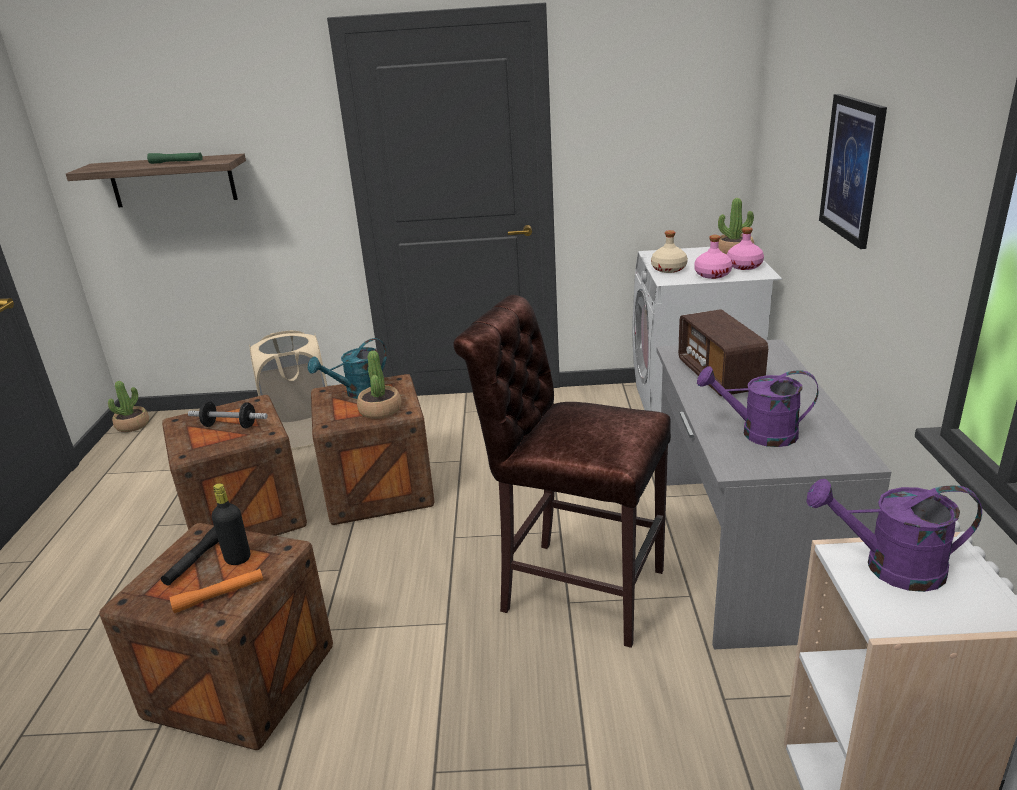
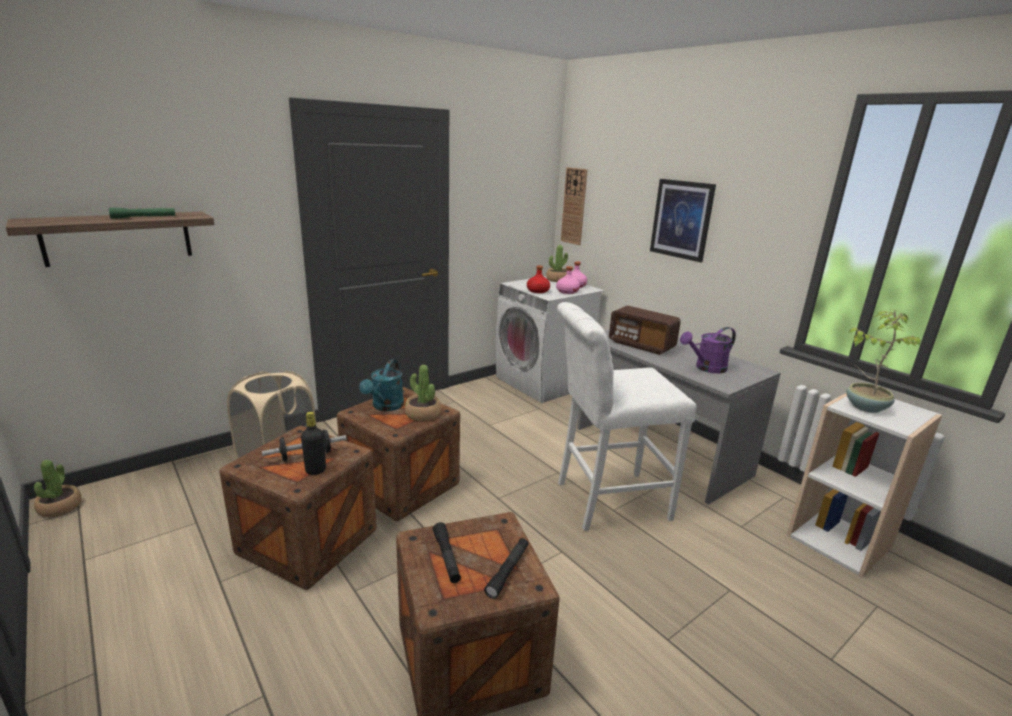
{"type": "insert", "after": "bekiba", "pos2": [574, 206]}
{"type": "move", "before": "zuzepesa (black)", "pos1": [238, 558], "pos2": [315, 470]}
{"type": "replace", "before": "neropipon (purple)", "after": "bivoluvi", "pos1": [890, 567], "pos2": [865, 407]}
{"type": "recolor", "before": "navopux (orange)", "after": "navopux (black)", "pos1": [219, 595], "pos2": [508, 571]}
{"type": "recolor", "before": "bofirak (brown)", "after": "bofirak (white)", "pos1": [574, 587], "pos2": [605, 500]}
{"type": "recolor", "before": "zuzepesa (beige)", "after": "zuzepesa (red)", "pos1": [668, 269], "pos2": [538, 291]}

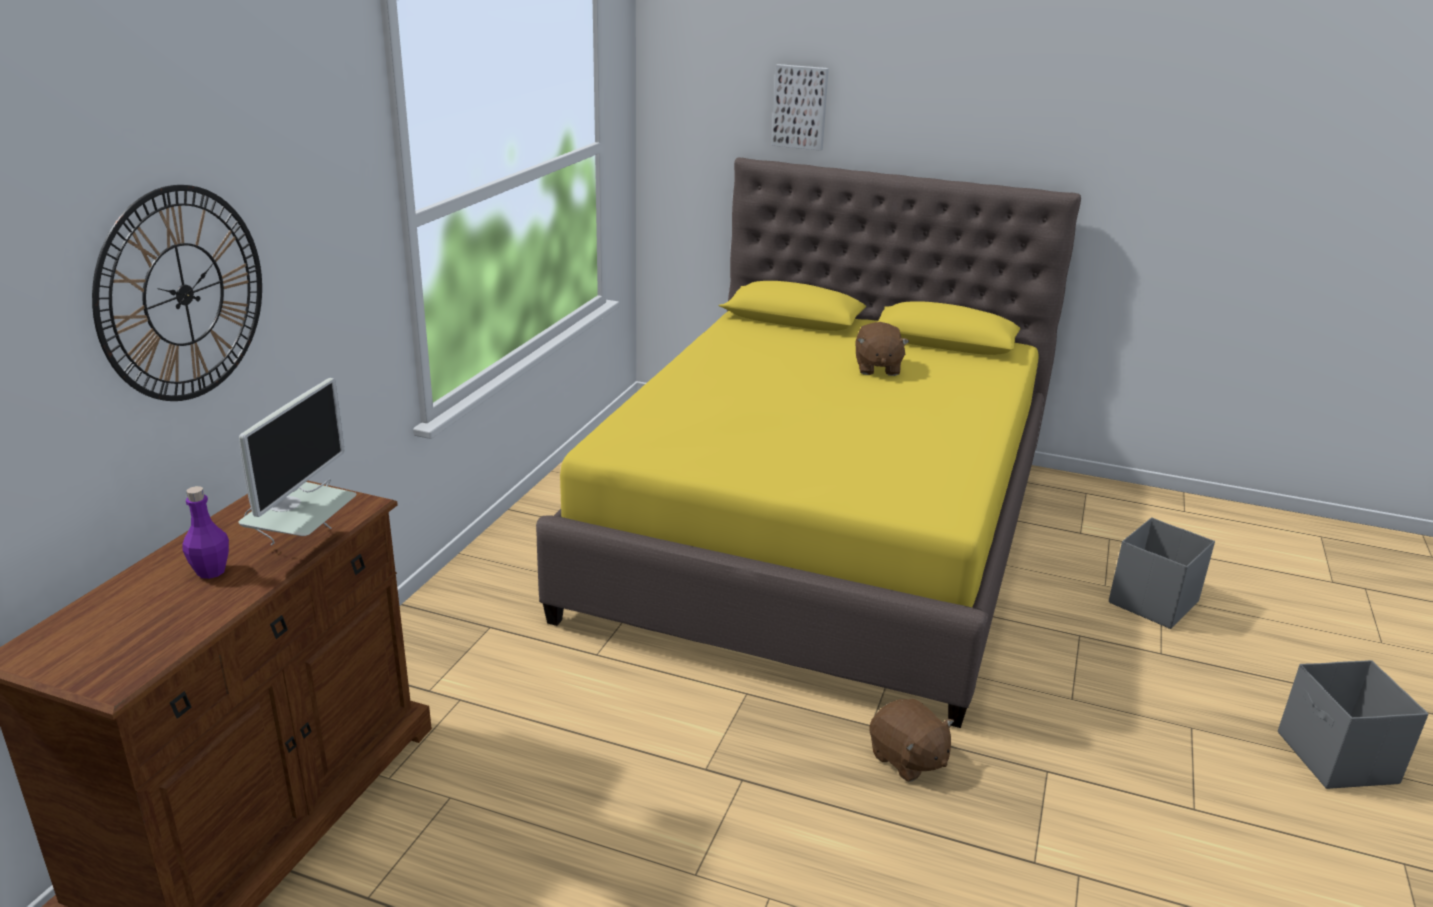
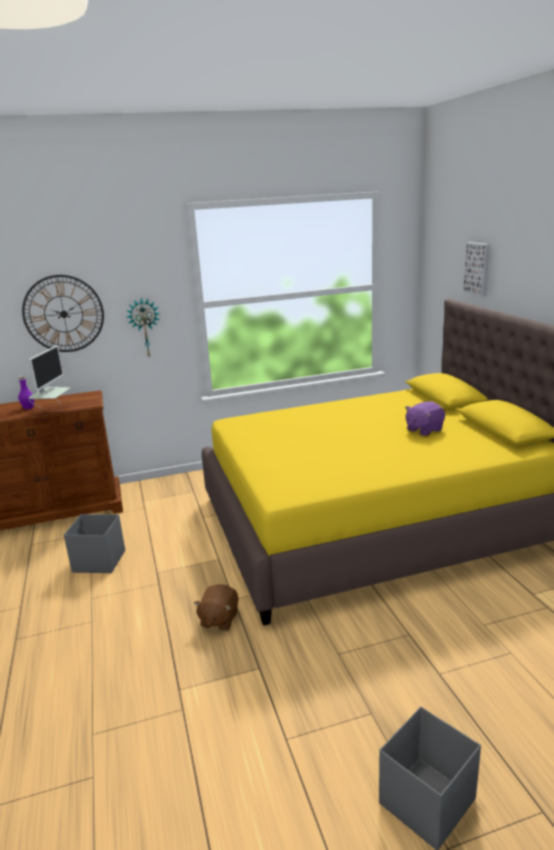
{"type": "insert", "after": "bekiba", "pos2": [145, 328]}
{"type": "move", "before": "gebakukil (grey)", "pos1": [1152, 602], "pos2": [98, 561]}
{"type": "recolor", "before": "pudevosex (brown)", "after": "pudevosex (purple)", "pos1": [877, 368], "pos2": [423, 430]}
{"type": "rotate", "before": "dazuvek", "pos1": [304, 551], "pos2": [52, 410], "turn": -60}

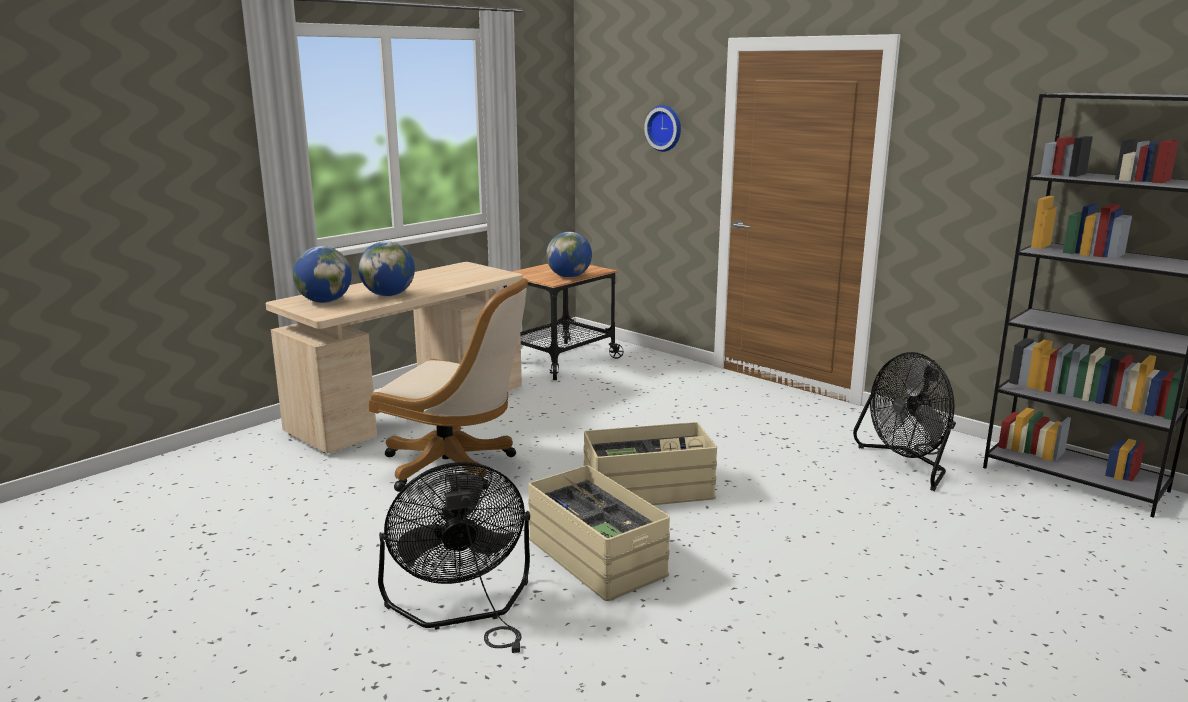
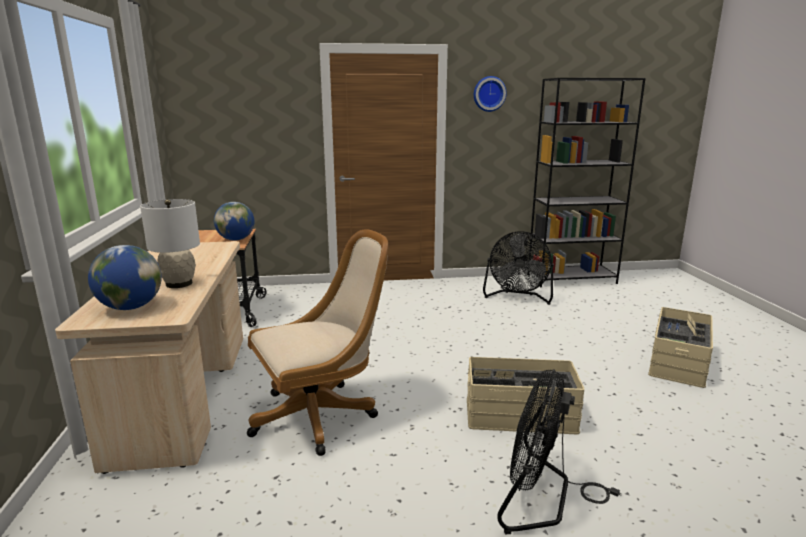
{"type": "move", "before": "gebakukil (beige)", "pos1": [648, 488], "pos2": [677, 361]}
{"type": "move", "before": "bekiba", "pos1": [665, 128], "pos2": [489, 94]}
{"type": "replace", "before": "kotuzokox", "after": "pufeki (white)", "pos1": [388, 295], "pos2": [179, 284]}

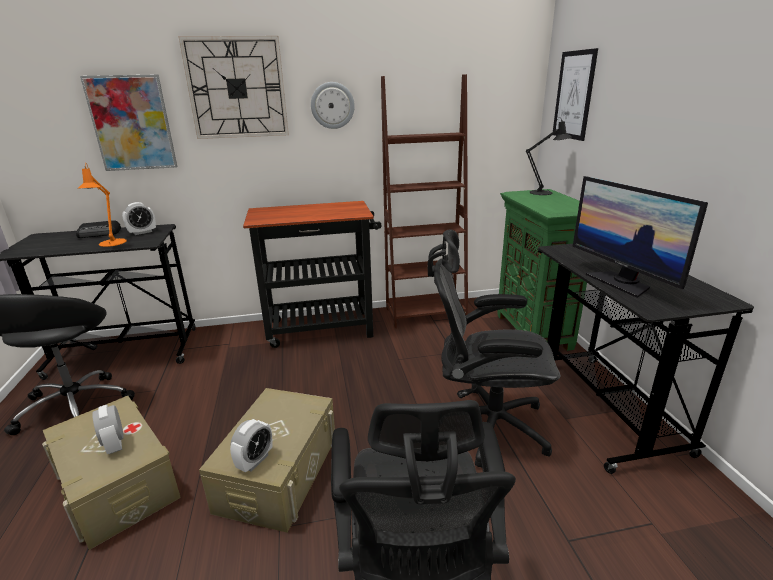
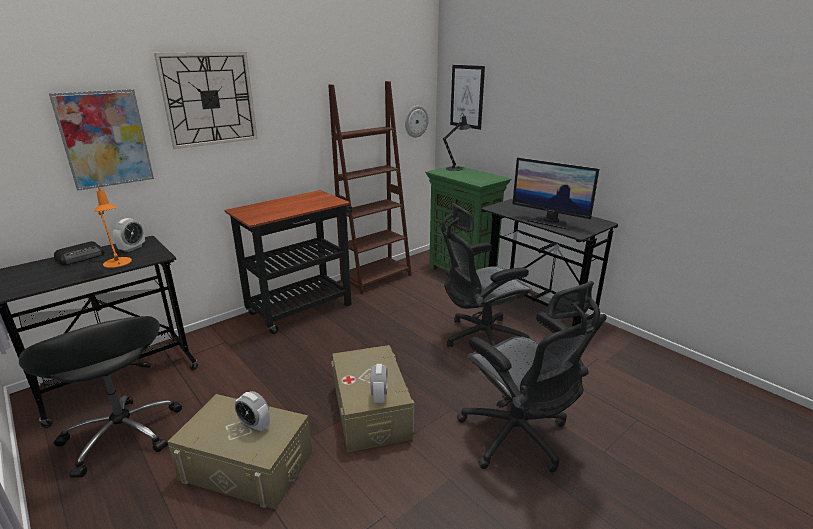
{"type": "move", "before": "bekiba", "pos1": [332, 105], "pos2": [416, 121]}

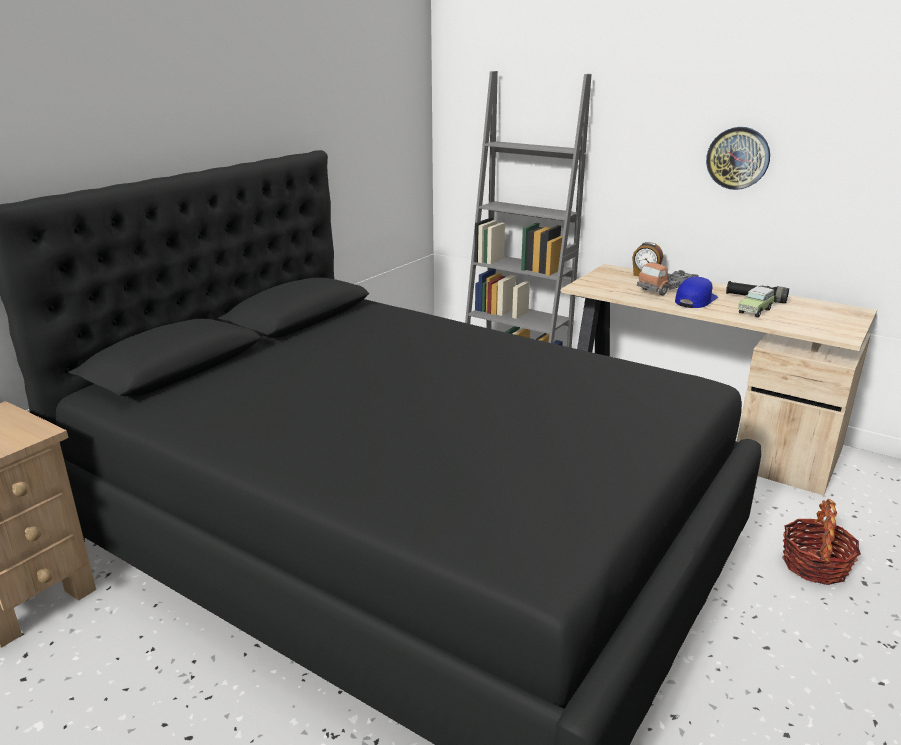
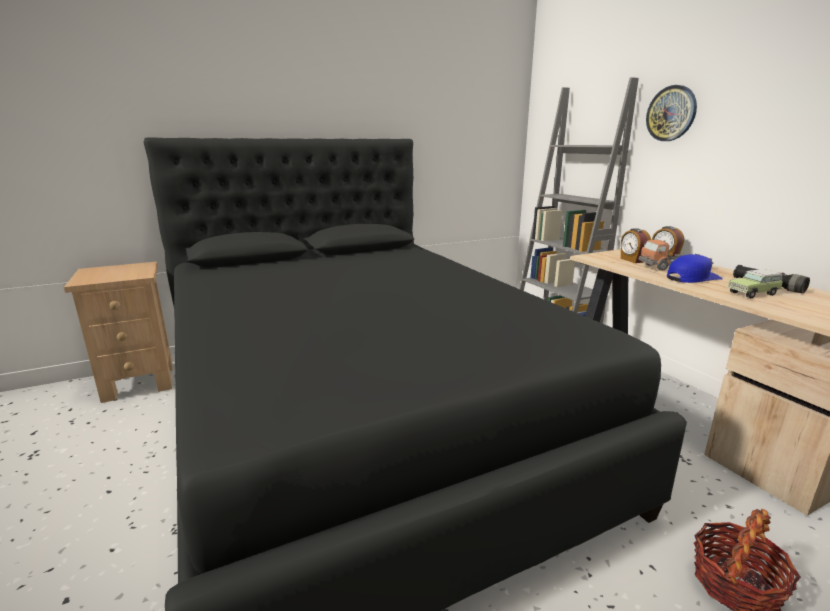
{"type": "insert", "after": "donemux", "pos2": [632, 260]}
{"type": "move", "before": "bekiba", "pos1": [738, 158], "pos2": [671, 113]}

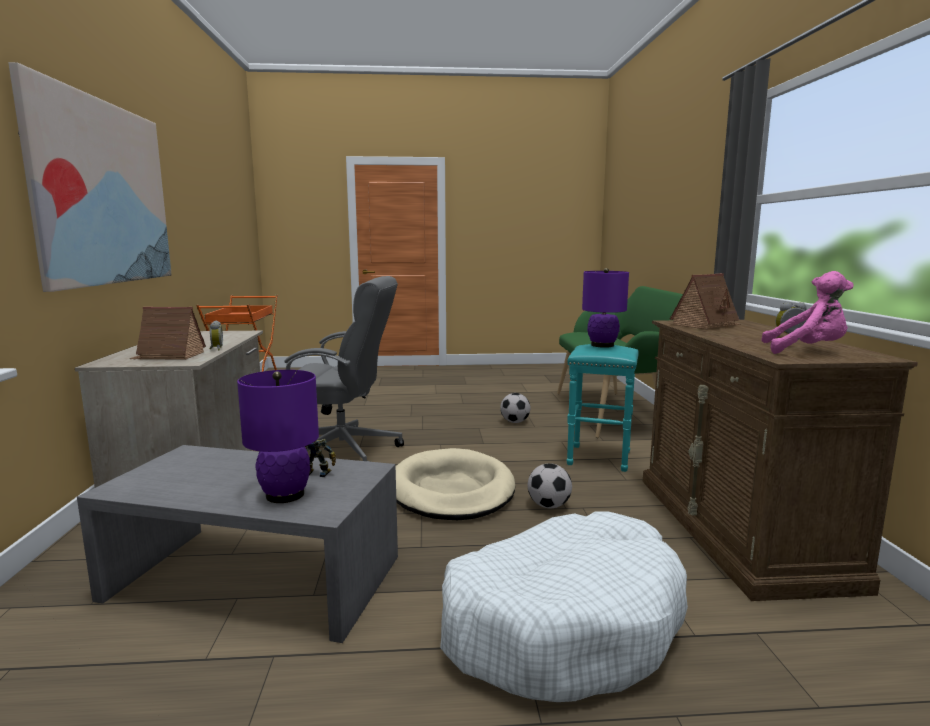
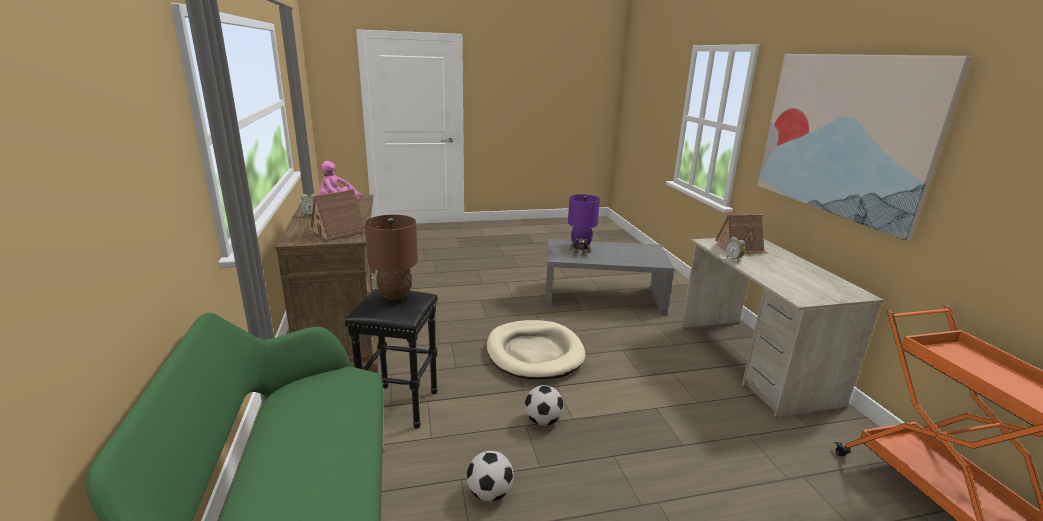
{"type": "delete", "before": "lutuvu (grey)", "pos1": [341, 452]}
{"type": "delete", "before": "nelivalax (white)", "pos1": [562, 623]}
{"type": "move", "before": "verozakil", "pos1": [549, 506], "pos2": [543, 420]}
{"type": "recolor", "before": "bofirak (turquoise)", "after": "bofirak (black)", "pos1": [600, 457], "pos2": [398, 406]}
{"type": "recolor", "before": "pufeki (purple)", "after": "pufeki (brown)", "pos1": [602, 345], "pos2": [395, 297]}

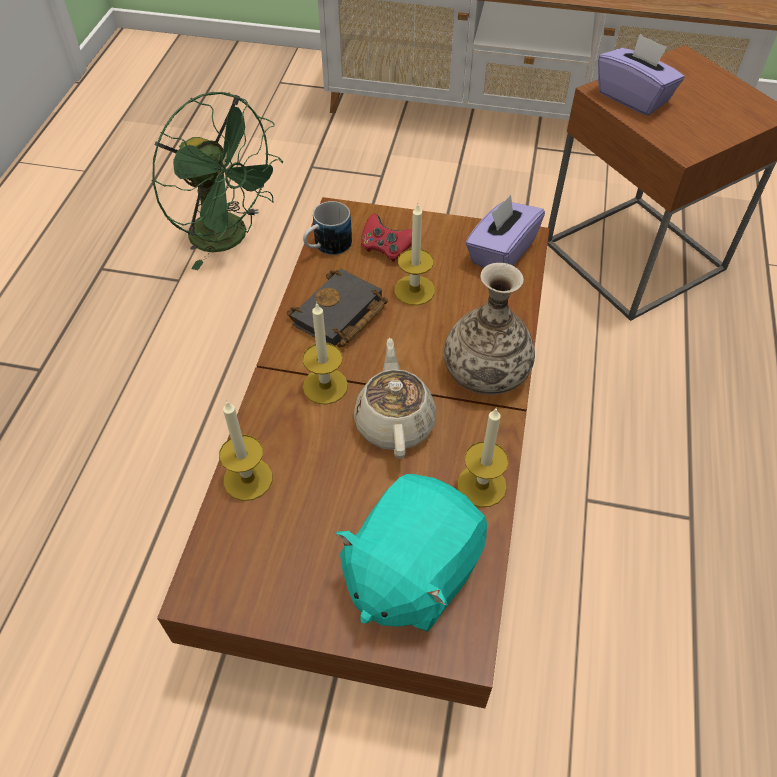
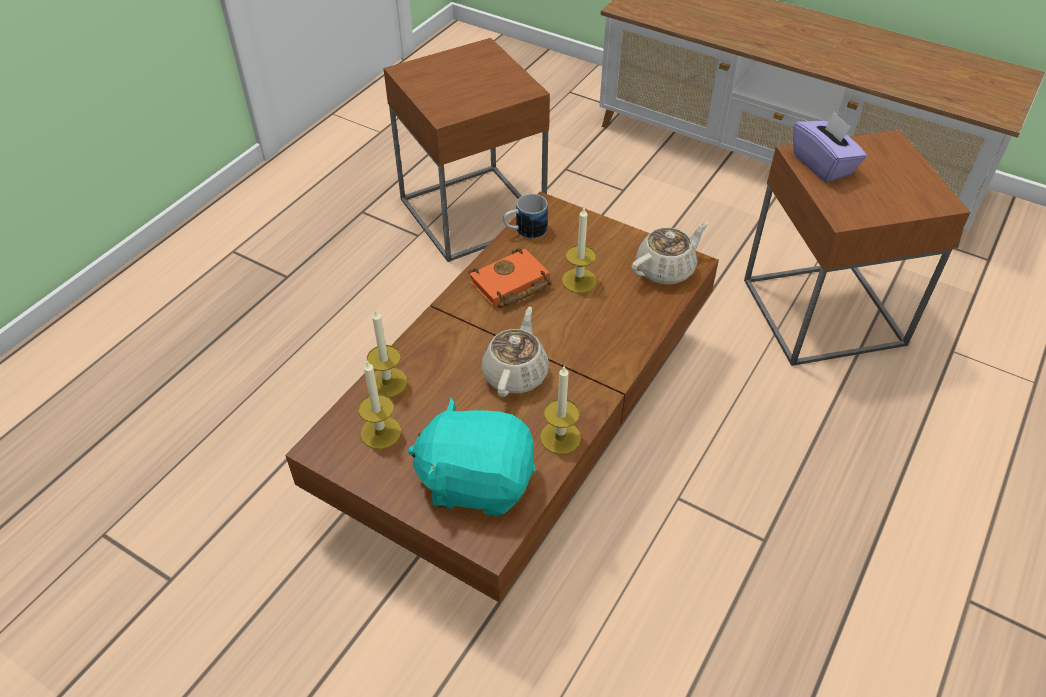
{"type": "delete", "before": "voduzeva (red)", "pos1": [386, 248]}
{"type": "delete", "before": "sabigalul", "pos1": [486, 372]}
{"type": "move", "before": "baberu", "pos1": [325, 386], "pos2": [380, 432]}
{"type": "replace", "before": "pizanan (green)", "after": "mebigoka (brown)", "pos1": [229, 238], "pos2": [472, 212]}
{"type": "replace", "before": "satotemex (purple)", "after": "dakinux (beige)", "pos1": [501, 253], "pos2": [666, 269]}
{"type": "recolor", "before": "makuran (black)", "after": "makuran (orange)", "pos1": [339, 316], "pos2": [510, 285]}
{"type": "rotate", "before": "pudevosex (turquoise)", "pos1": [411, 572], "pos2": [476, 481], "turn": 45}

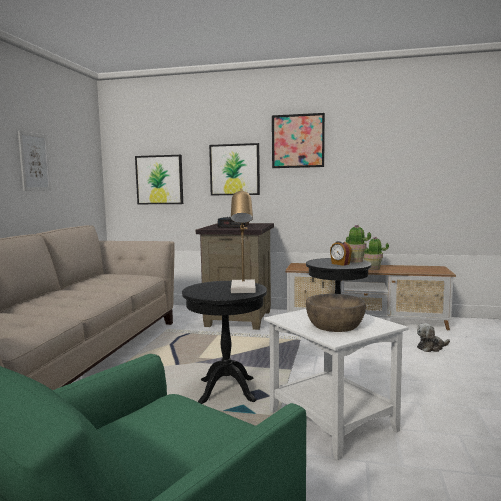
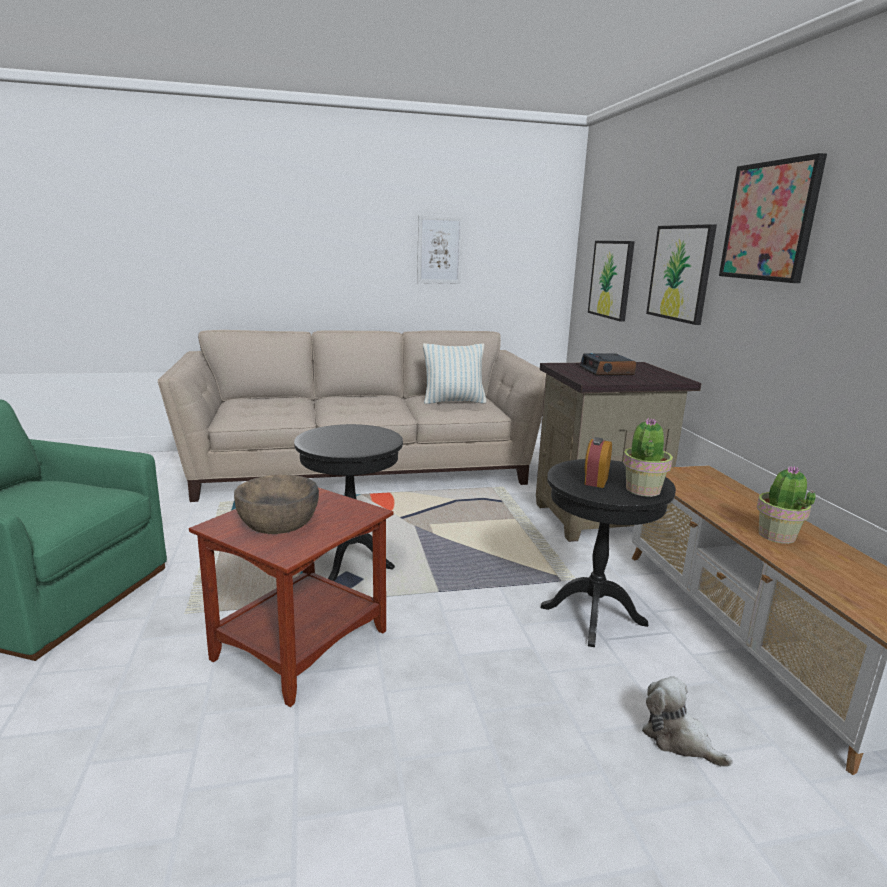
{"type": "delete", "before": "pufeki", "pos1": [244, 289]}
{"type": "insert", "after": "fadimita", "pos2": [453, 401]}
{"type": "recolor", "before": "mebigoka (white)", "after": "mebigoka (brown)", "pos1": [333, 420], "pos2": [302, 646]}

